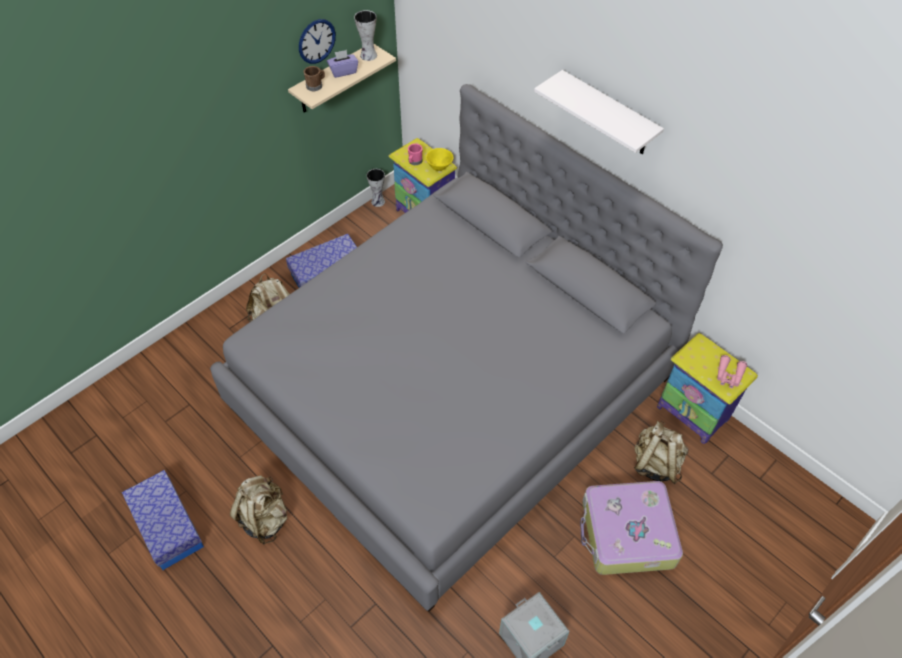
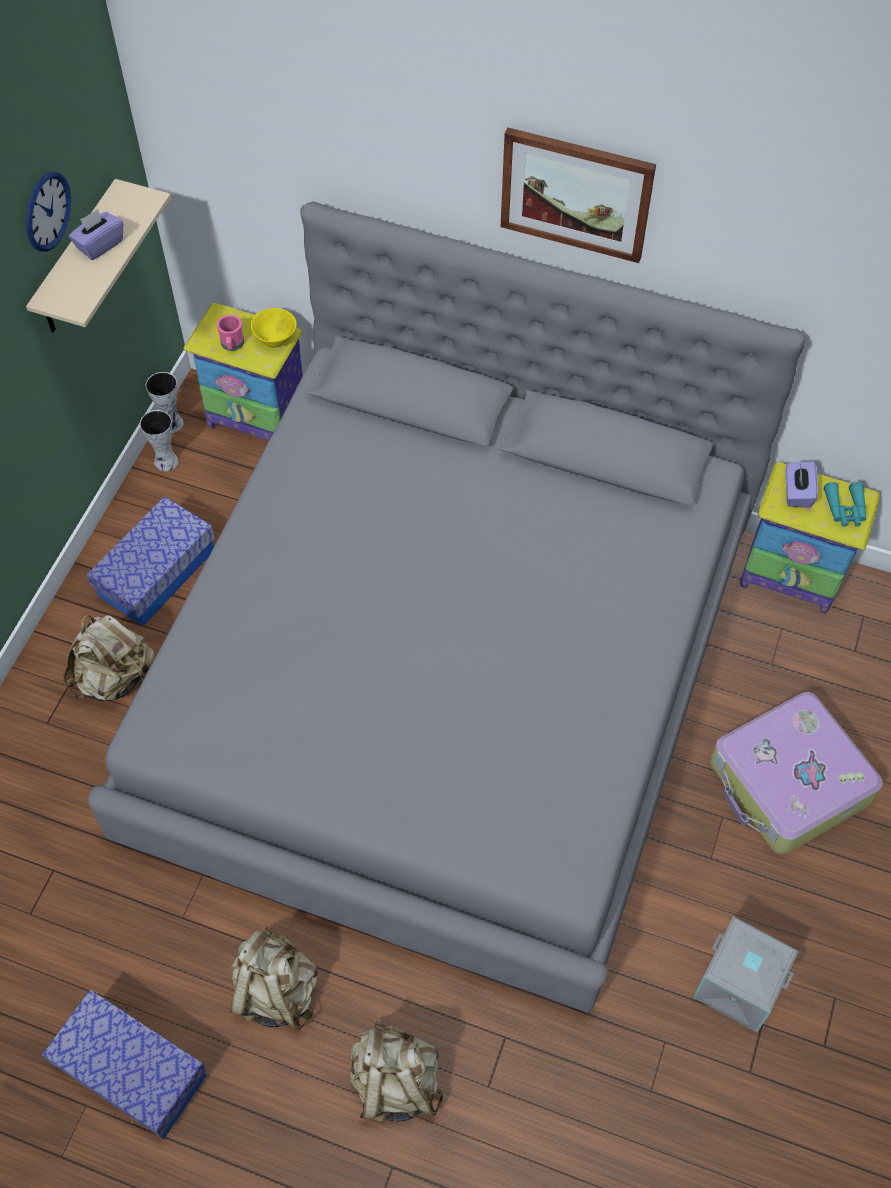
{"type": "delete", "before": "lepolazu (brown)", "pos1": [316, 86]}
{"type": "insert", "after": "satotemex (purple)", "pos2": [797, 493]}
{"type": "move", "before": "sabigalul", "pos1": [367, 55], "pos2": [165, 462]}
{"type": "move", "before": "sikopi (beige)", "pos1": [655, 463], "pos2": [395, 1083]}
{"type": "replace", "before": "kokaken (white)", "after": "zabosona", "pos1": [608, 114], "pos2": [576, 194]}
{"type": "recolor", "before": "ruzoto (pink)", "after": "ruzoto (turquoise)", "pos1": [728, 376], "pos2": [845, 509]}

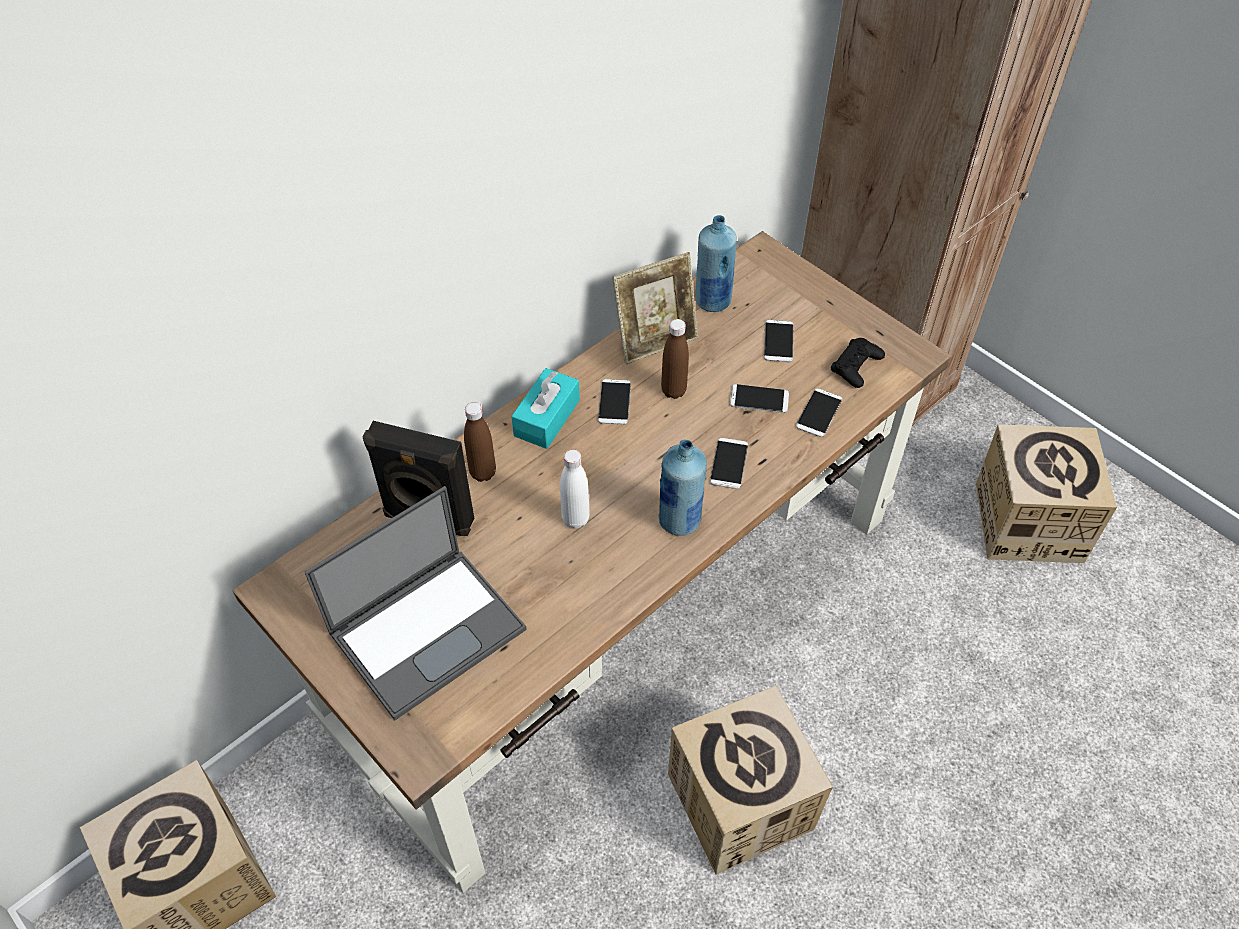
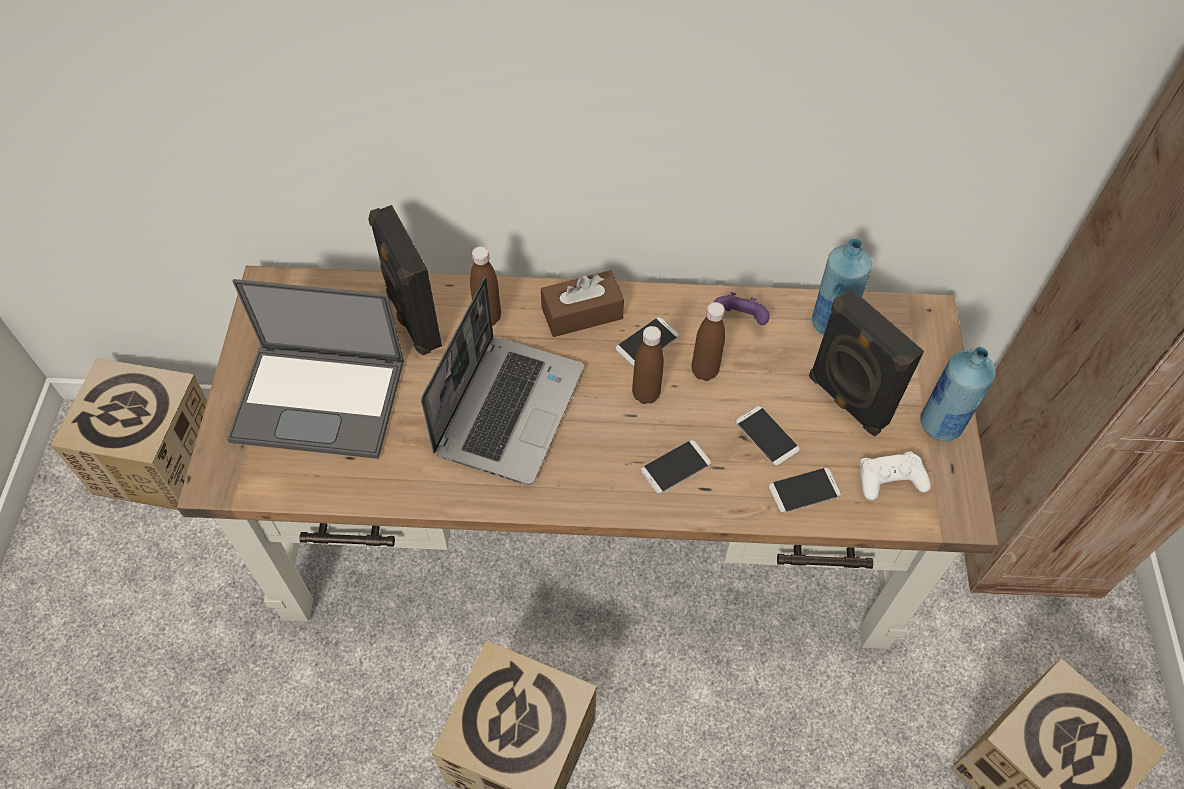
{"type": "insert", "after": "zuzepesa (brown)", "pos2": [646, 394]}
{"type": "move", "before": "zuzepesa (blue)", "pos1": [679, 521], "pos2": [940, 425]}
{"type": "replace", "before": "zuzepesa (white)", "after": "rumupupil", "pos1": [575, 519], "pos2": [508, 408]}
{"type": "replace", "before": "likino", "after": "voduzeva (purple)", "pos1": [655, 341], "pos2": [740, 319]}
{"type": "replace", "before": "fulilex", "after": "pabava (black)", "pos1": [778, 341], "pos2": [846, 401]}
{"type": "recolor", "before": "satotemex (turquoise)", "after": "satotemex (brown)", "pos1": [547, 418], "pos2": [582, 313]}
{"type": "recolor", "before": "voduzeva (black)", "after": "voduzeva (white)", "pos1": [856, 366], "pos2": [890, 479]}

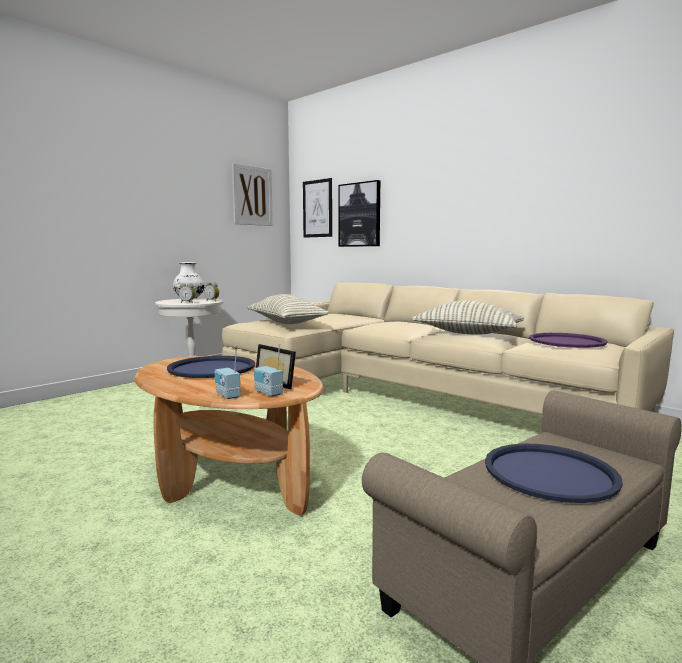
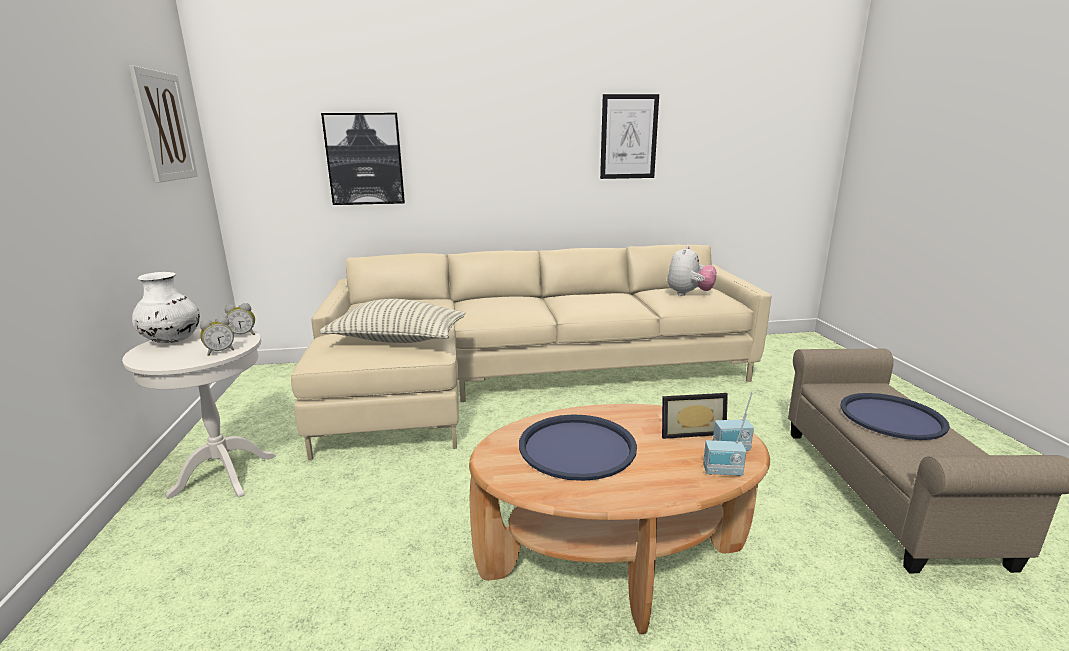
{"type": "delete", "before": "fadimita", "pos1": [467, 333]}
{"type": "move", "before": "zabosona", "pos1": [317, 208], "pos2": [628, 137]}
{"type": "replace", "before": "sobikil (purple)", "after": "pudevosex", "pos1": [566, 341], "pos2": [689, 294]}

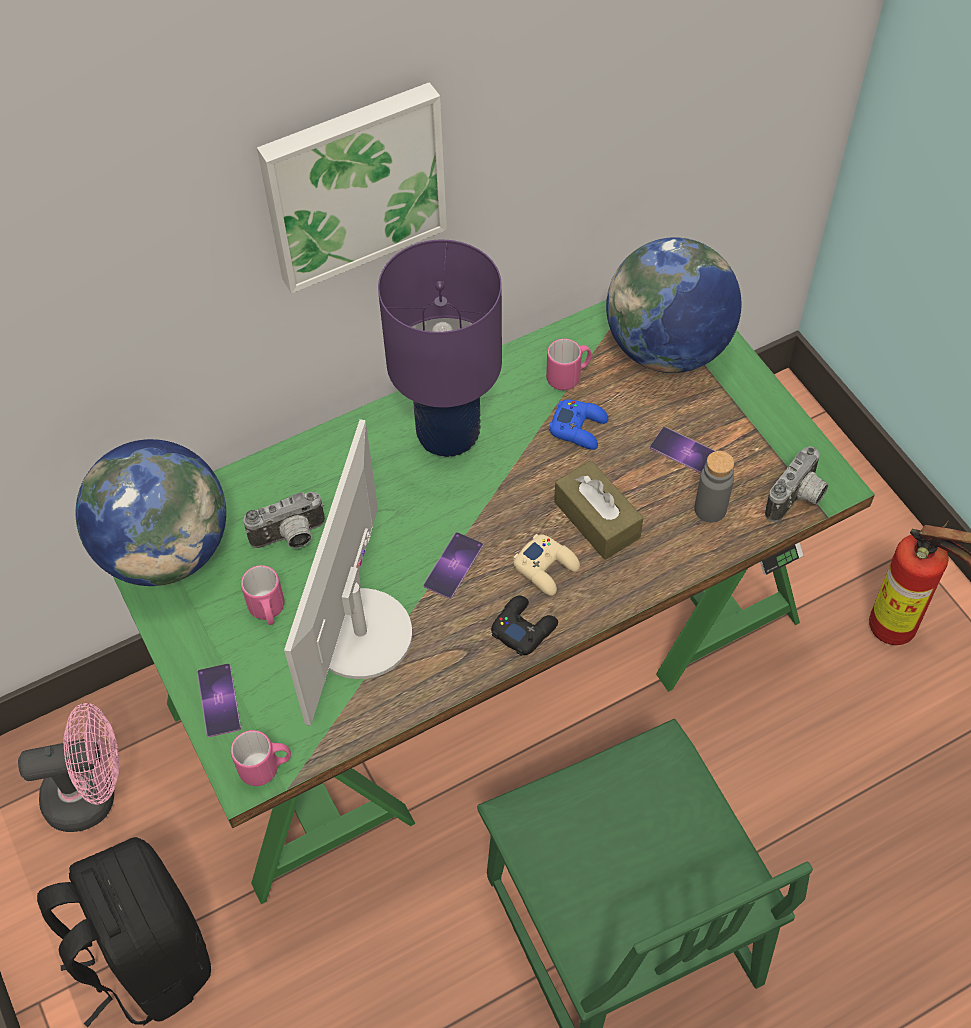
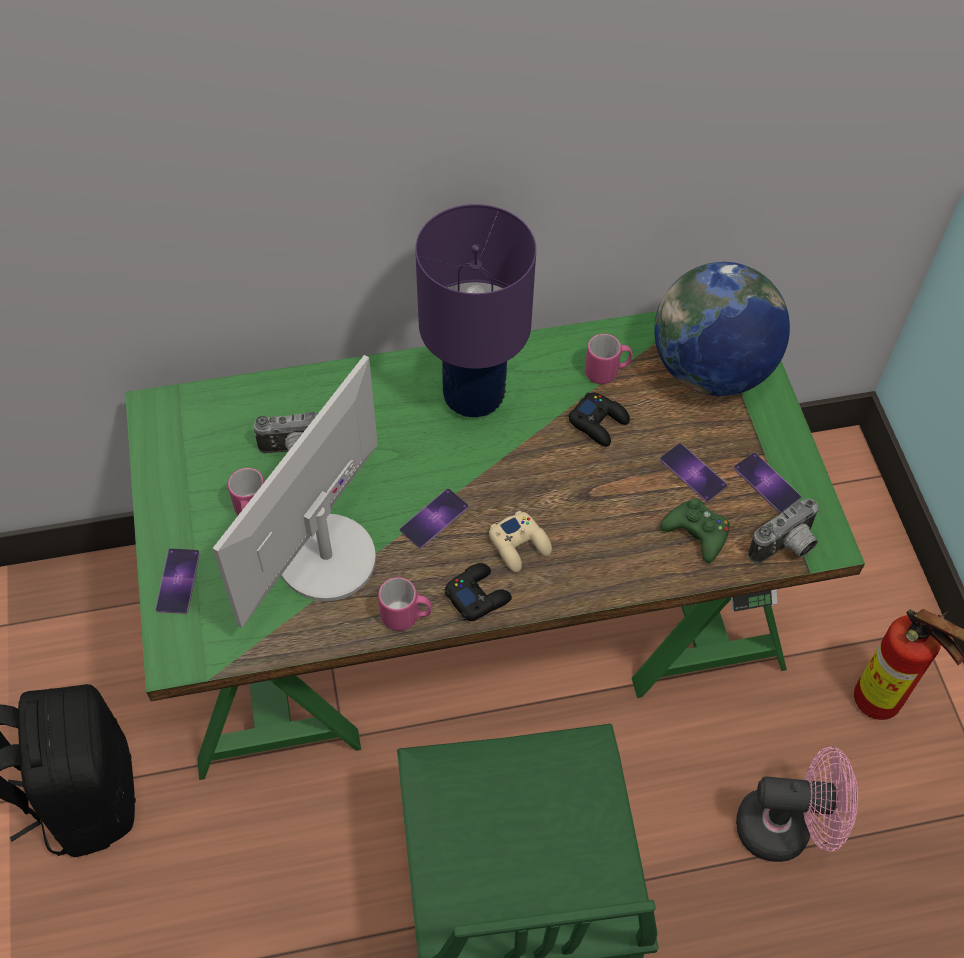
{"type": "delete", "before": "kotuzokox", "pos1": [166, 550]}
{"type": "delete", "before": "zabosona", "pos1": [353, 184]}
{"type": "delete", "before": "satotemex (brown)", "pos1": [597, 519]}
{"type": "insert", "after": "fulilex", "pos2": [766, 482]}
{"type": "move", "before": "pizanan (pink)", "pos1": [92, 794], "pos2": [785, 827]}
{"type": "move", "before": "lepolazu (pink)", "pos1": [266, 767], "pos2": [406, 616]}
{"type": "replace", "before": "zuzepesa (grey)", "after": "voduzeva (green)", "pos1": [710, 509], "pos2": [696, 533]}
{"type": "recolor", "before": "voduzeva (blue)", "after": "voduzeva (black)", "pos1": [579, 428], "pos2": [599, 422]}

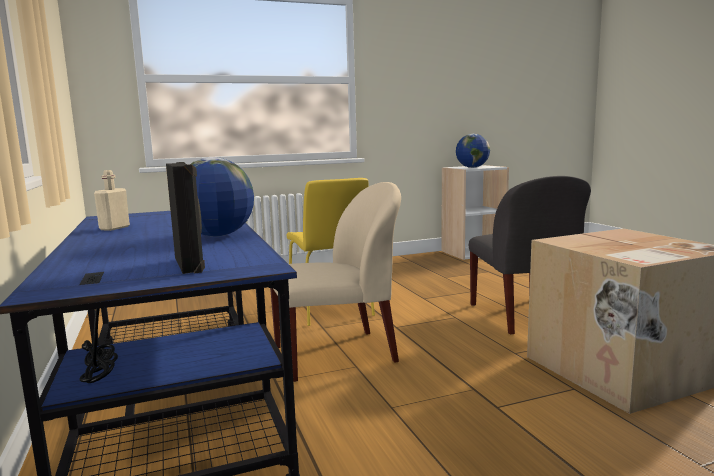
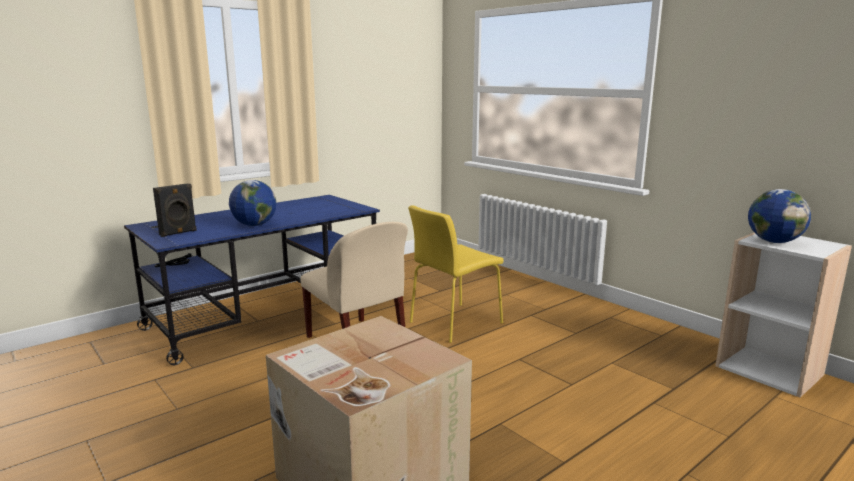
{"type": "delete", "before": "zuzepesa (beige)", "pos1": [114, 228]}
{"type": "delete", "before": "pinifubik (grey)", "pos1": [523, 316]}

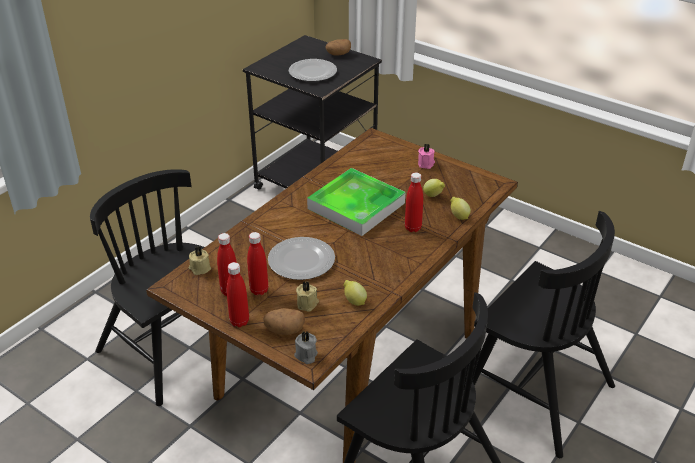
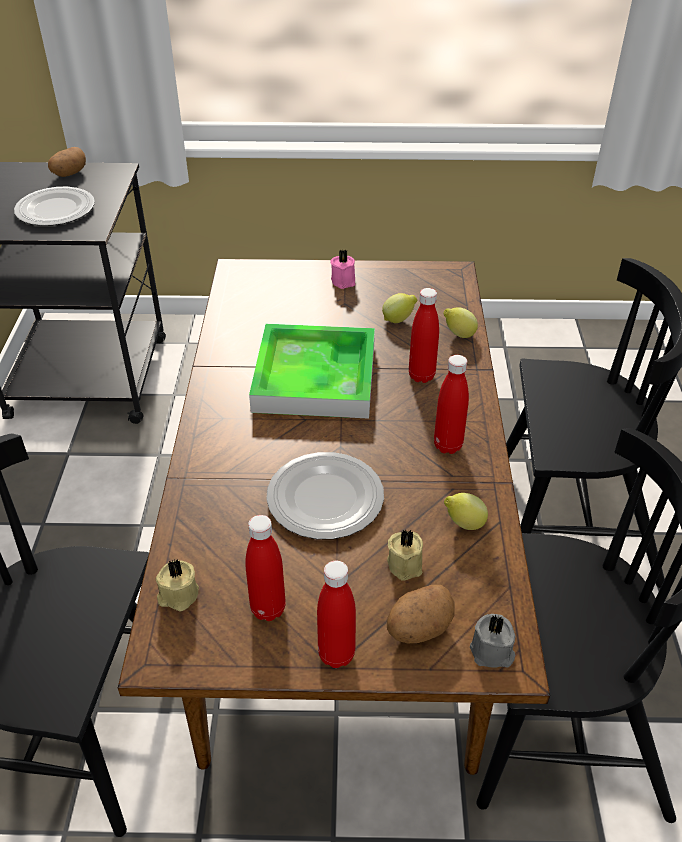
{"type": "move", "before": "zuzepesa (red)", "pos1": [259, 290], "pos2": [448, 445]}

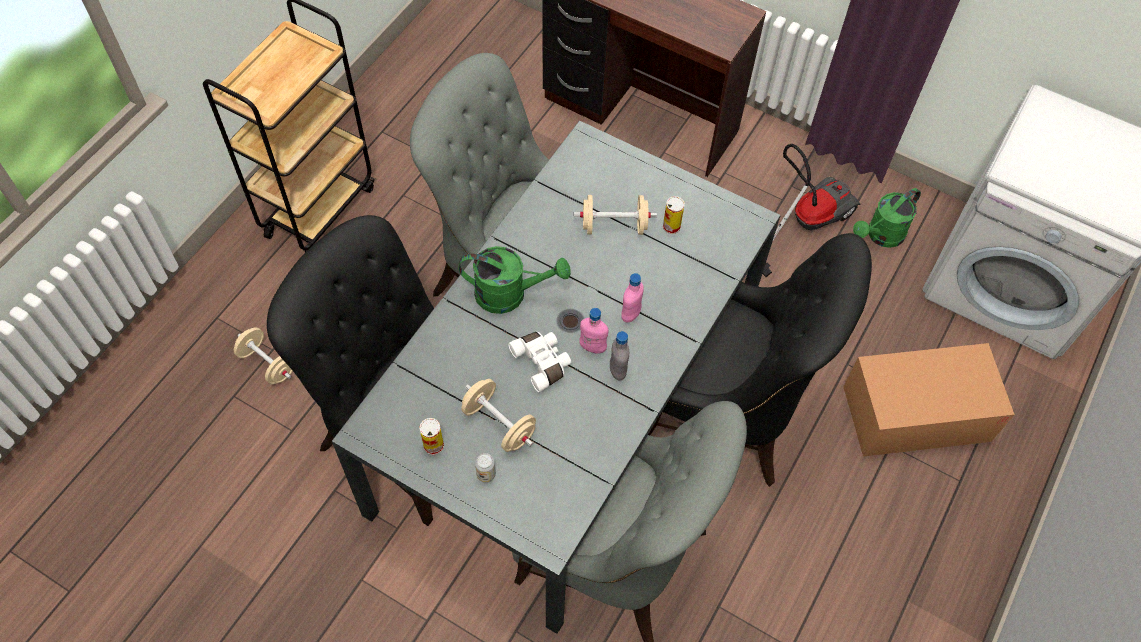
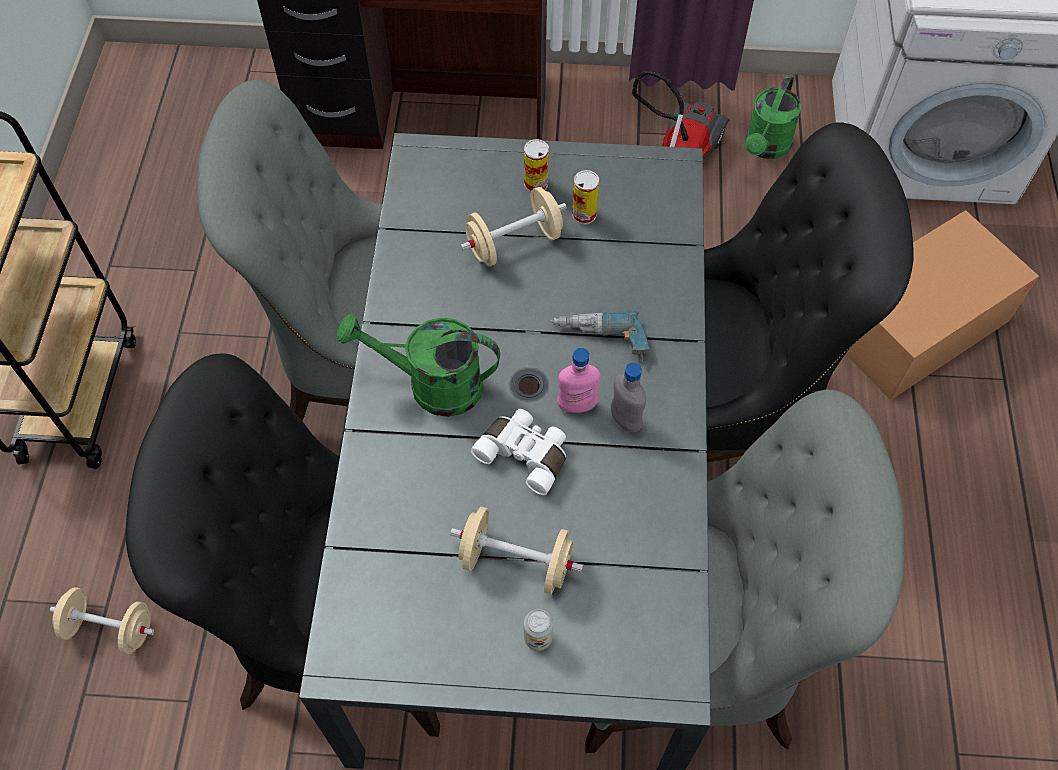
{"type": "move", "before": "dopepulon", "pos1": [433, 445], "pos2": [536, 184]}
{"type": "replace", "before": "zuzepesa (pink)", "after": "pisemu", "pos1": [630, 314], "pos2": [599, 342]}
{"type": "rotate", "before": "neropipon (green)", "pos1": [510, 294], "pos2": [432, 385], "turn": -150}

